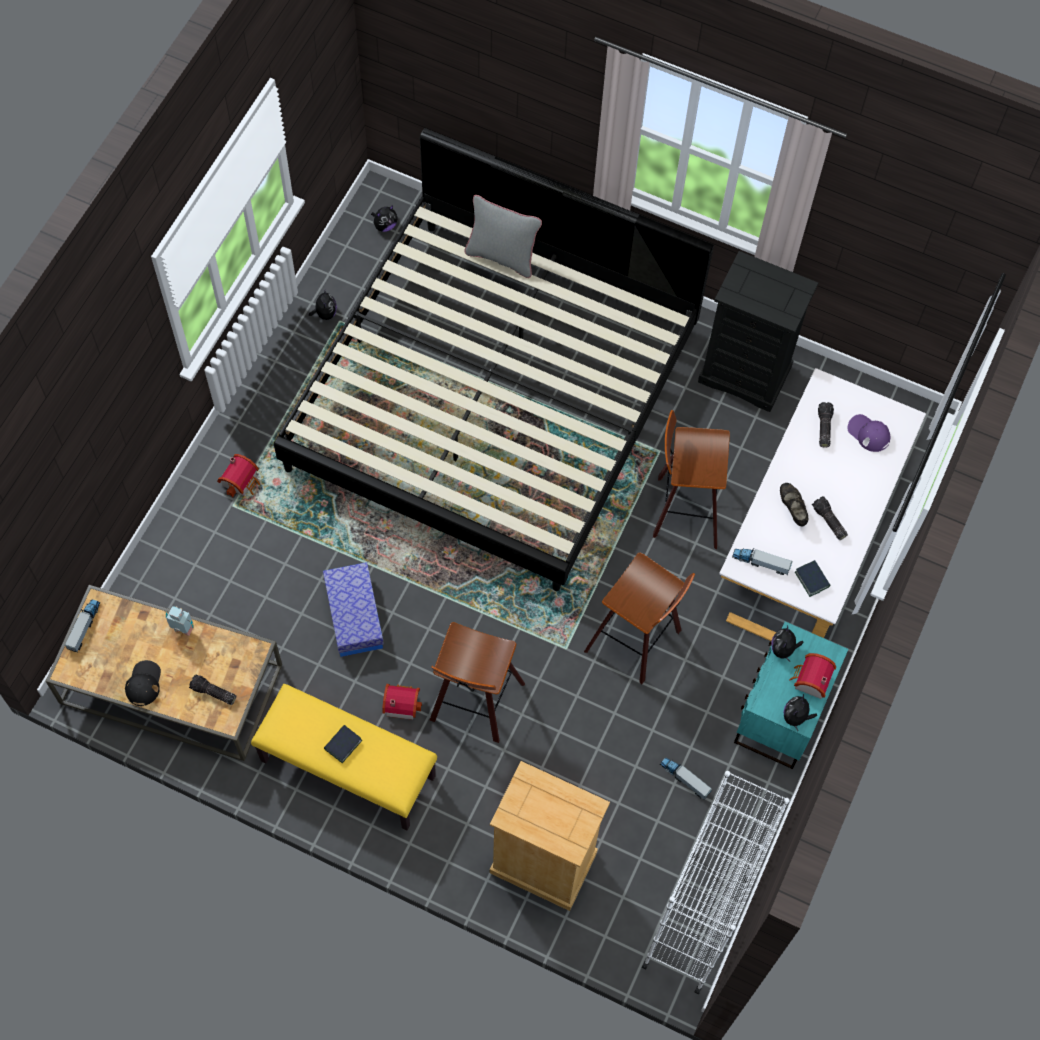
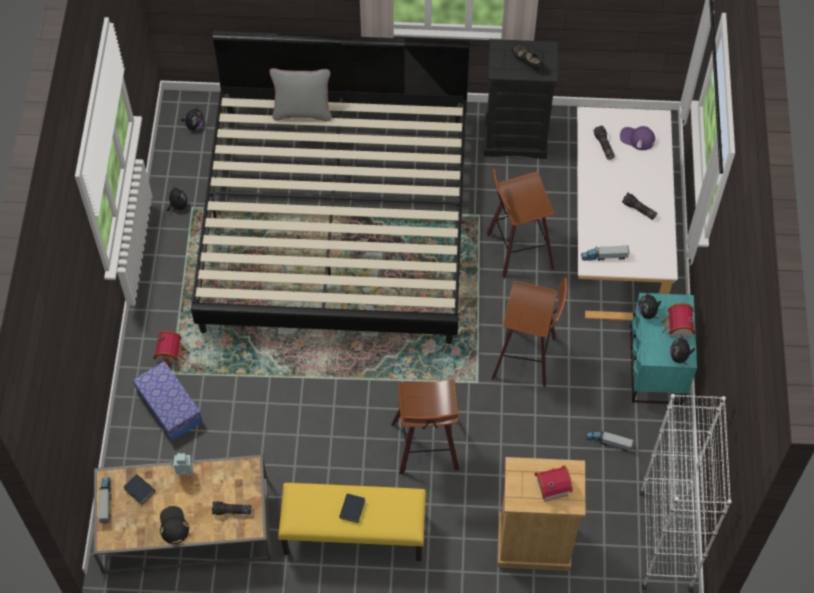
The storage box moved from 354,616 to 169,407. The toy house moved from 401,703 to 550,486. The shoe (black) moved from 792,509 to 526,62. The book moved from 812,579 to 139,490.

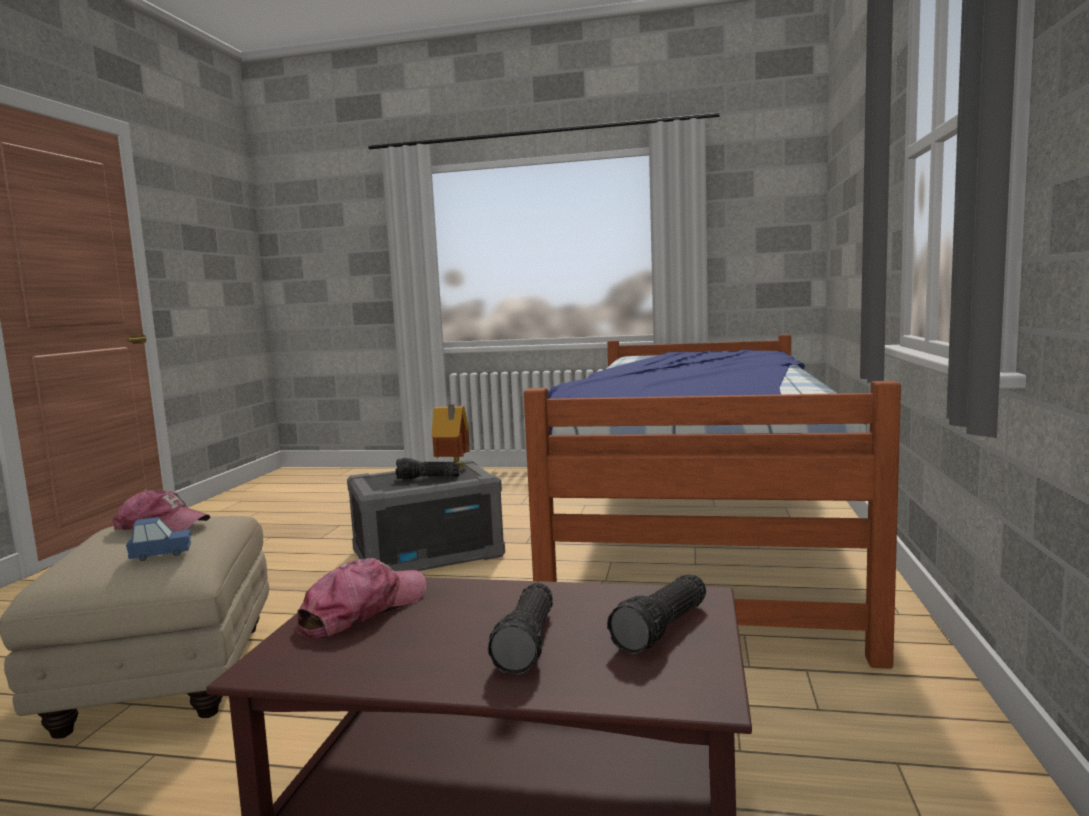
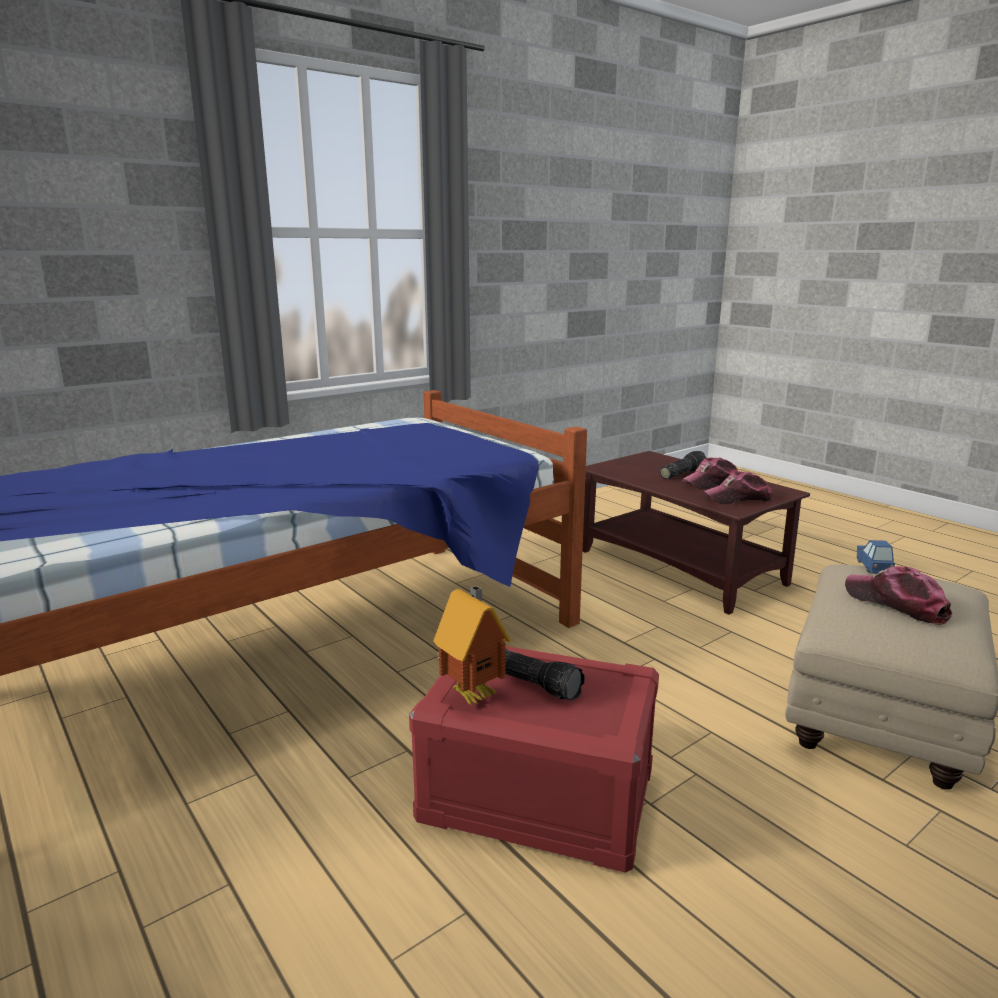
The flashlight at 664,629 disappeared. The cap at 711,483 appeared. The storage box (grey) at 428,554 became the storage box (red) at 536,797. The toy car (blue) at 161,554 turned 75 degrees clockwise.

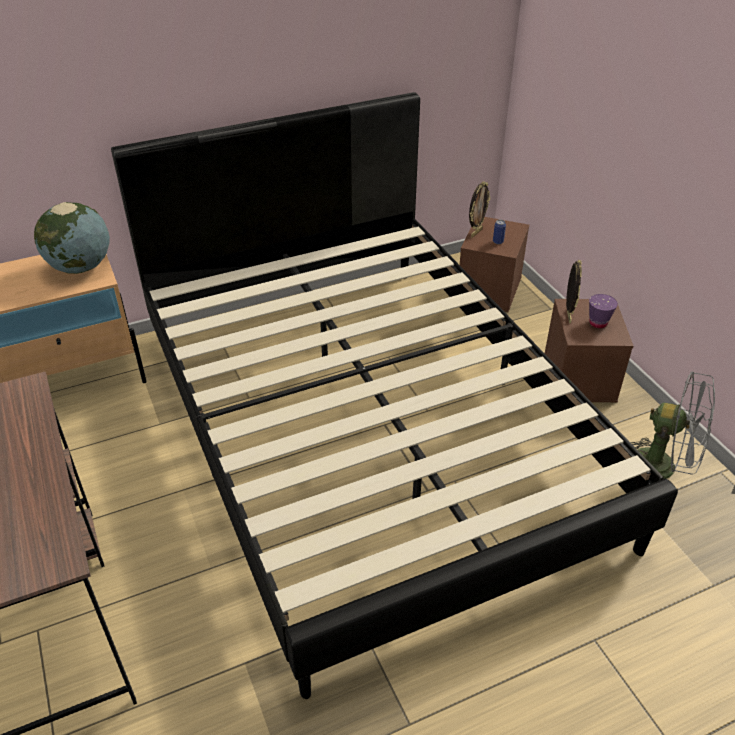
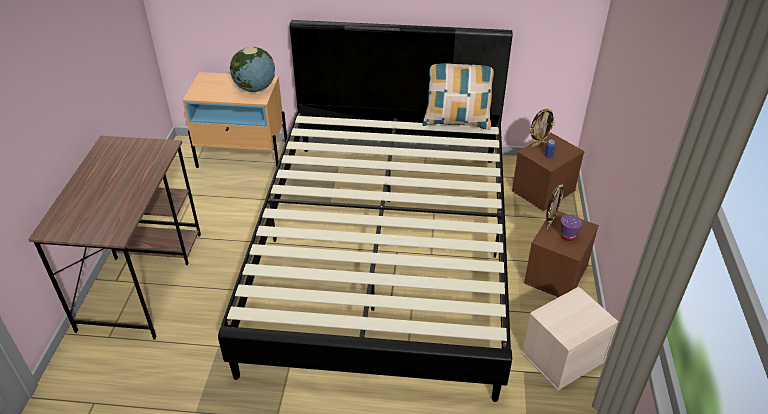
The pillow at 456,122 appeared. The fan (grey) at 663,467 was replaced by the storage box (beige) at 563,356.

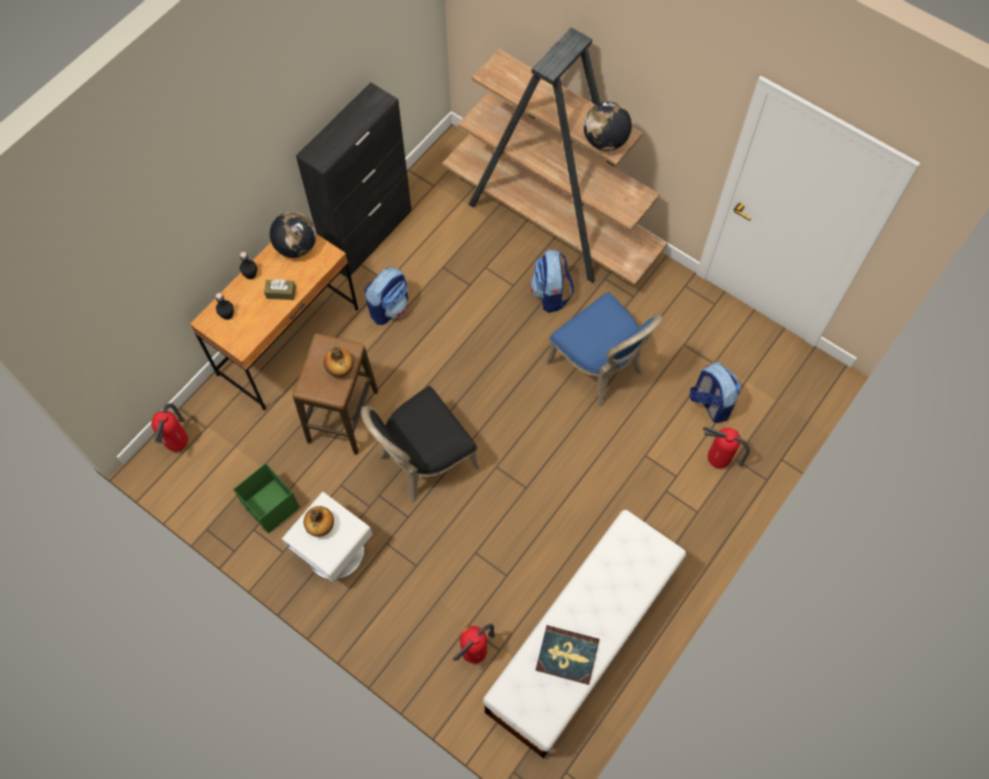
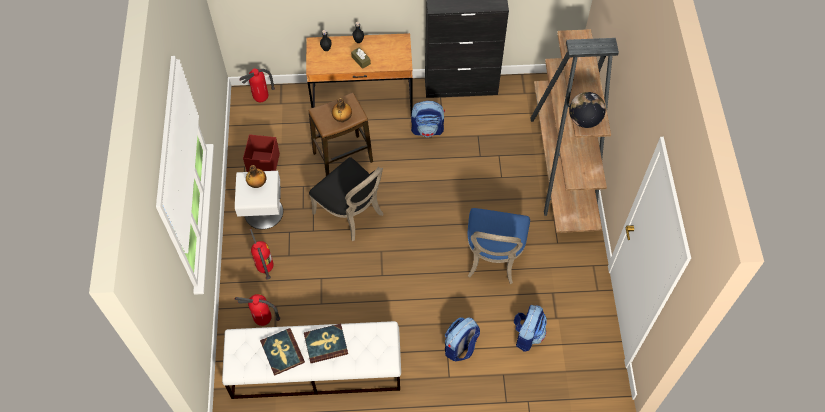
The globe at 296,247 disappeared. The book at 326,344 appeared. The backpack moved from 551,294 to 460,347. The fire extinguisher moved from 717,461 to 265,268. The storage box (green) at 271,507 became the storage box (red) at 263,164. The chair (black) at 423,461 turned 150 degrees counterclockwise.

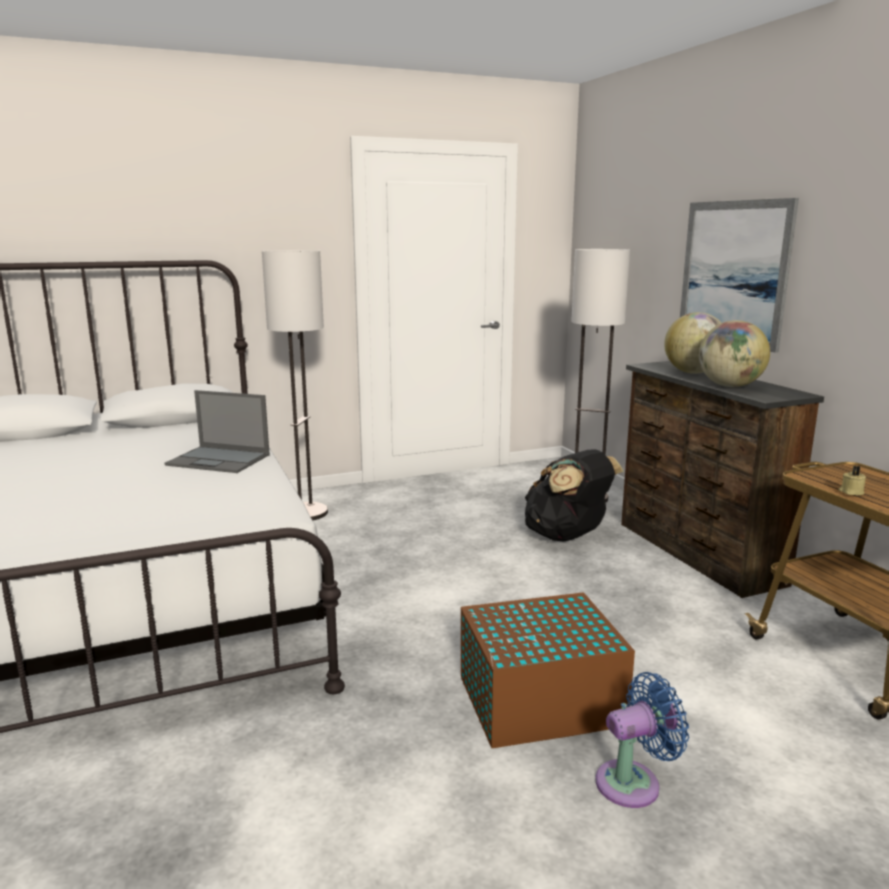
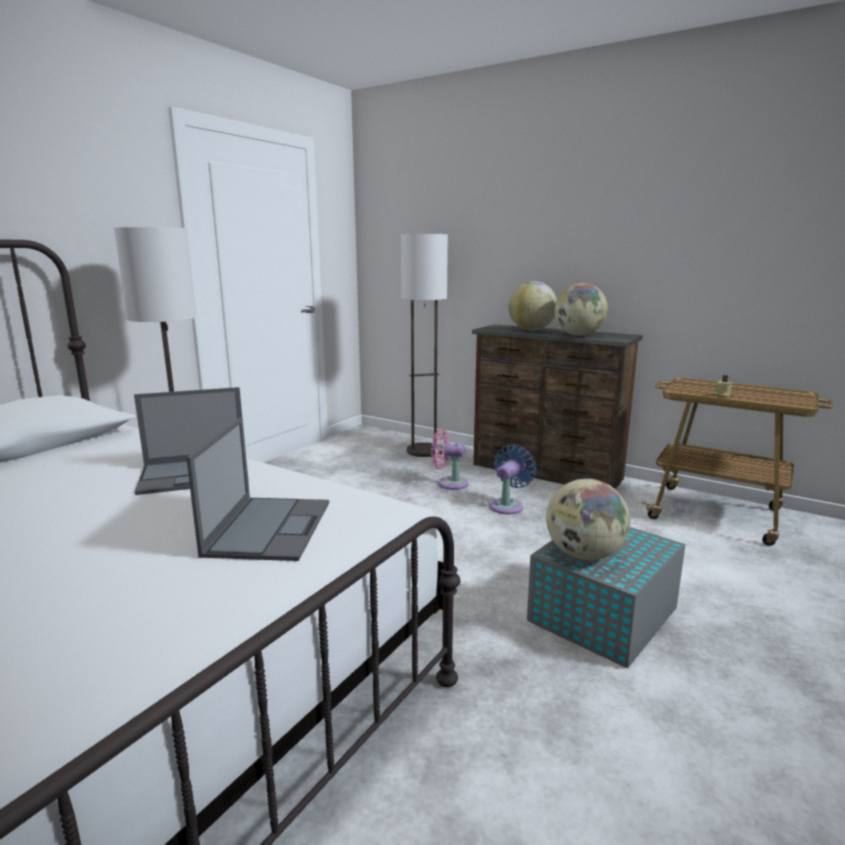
The picture at 733,273 disappeared. The laptop at 269,527 appeared. The globe at 584,555 appeared. The fan (blue) moved from 633,782 to 508,505. The backpack (black) at 567,536 was replaced by the fan (pink) at 449,483. The storage box (brown) at 537,700 became the storage box (grey) at 601,615.

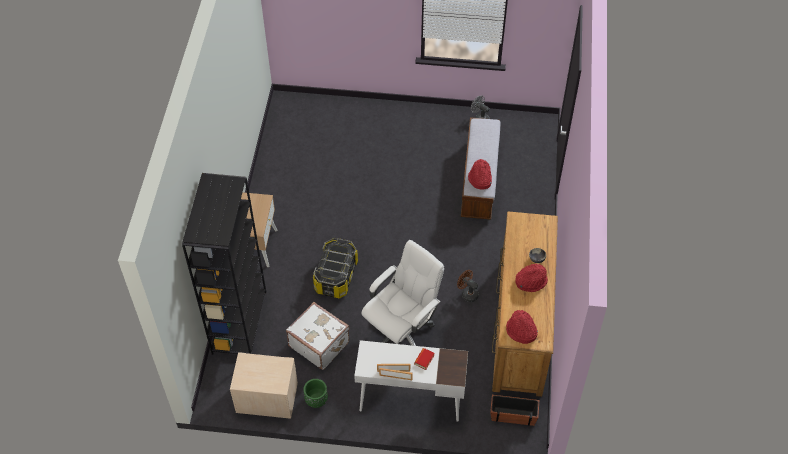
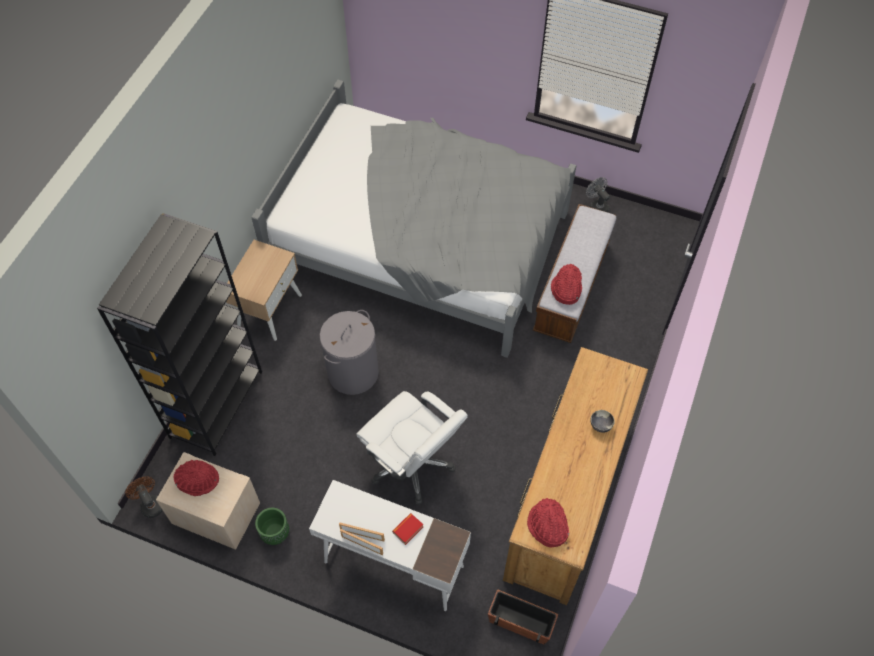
The suitcase (white) at 319,343 disappeared. The bed (grey) at 422,242 appeared. The fan (brown) moved from 467,293 to 150,504. The hat (red) moved from 531,281 to 198,480. The storage box at 335,276 was replaced by the laundry basket (grey) at 353,372. The office chair (white) at 402,330 turned 75 degrees clockwise.

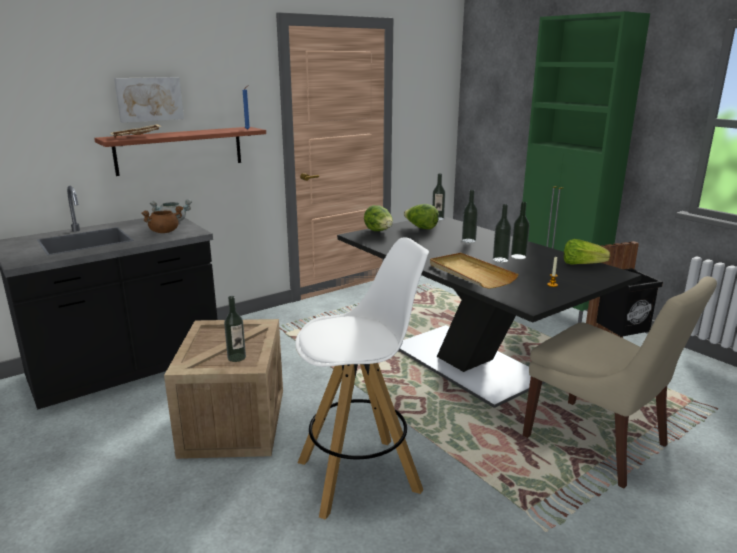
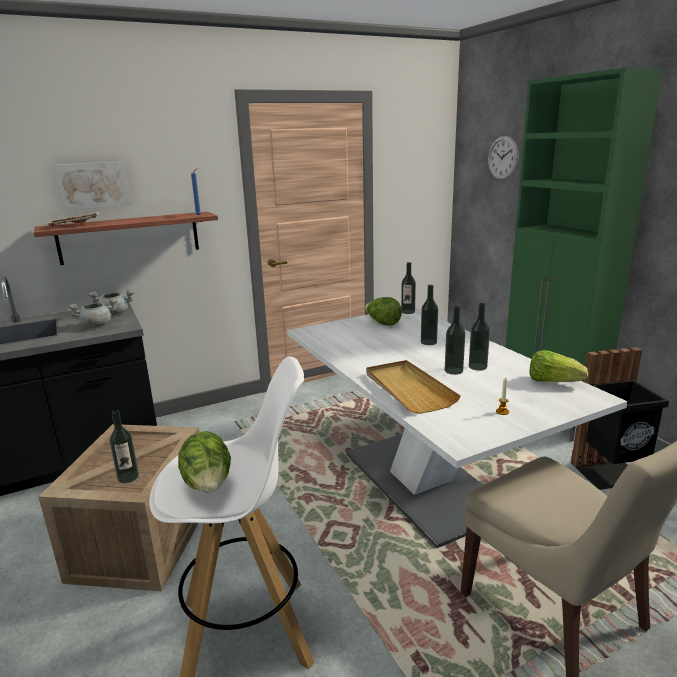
The wall clock at 503,158 appeared. The lettuce moved from 379,231 to 208,486. The cooking pot (brown) at 164,232 became the cooking pot (grey) at 97,325. The dining table (black) at 466,363 became the dining table (white) at 423,482.

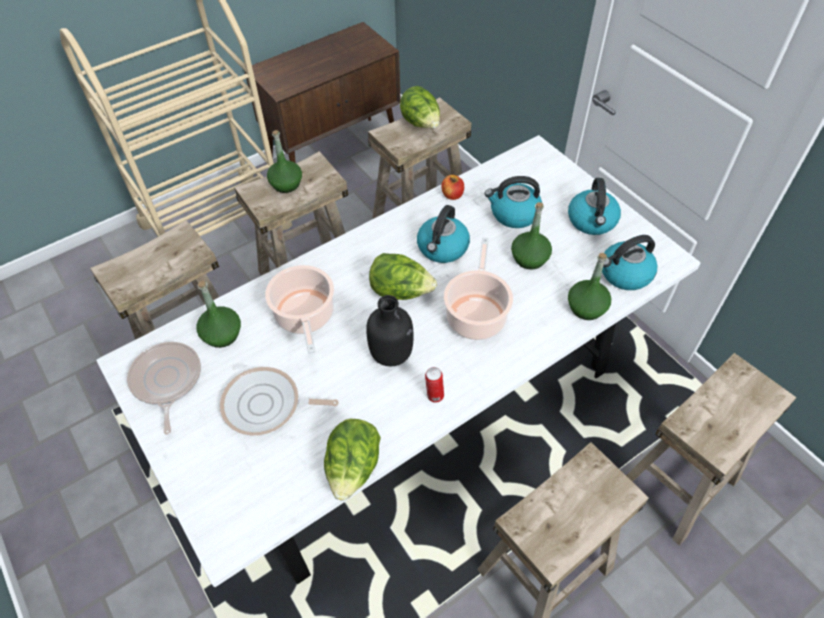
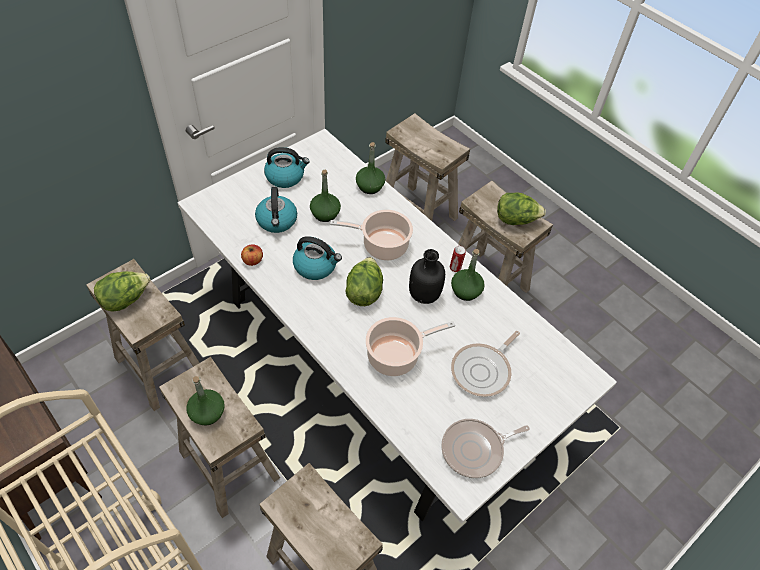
The kettle at 624,274 disappeared. The bottle (green) moved from 222,334 to 466,291. The lettuce moved from 353,468 to 516,220. The frying pan at 266,406 turned 45 degrees clockwise.

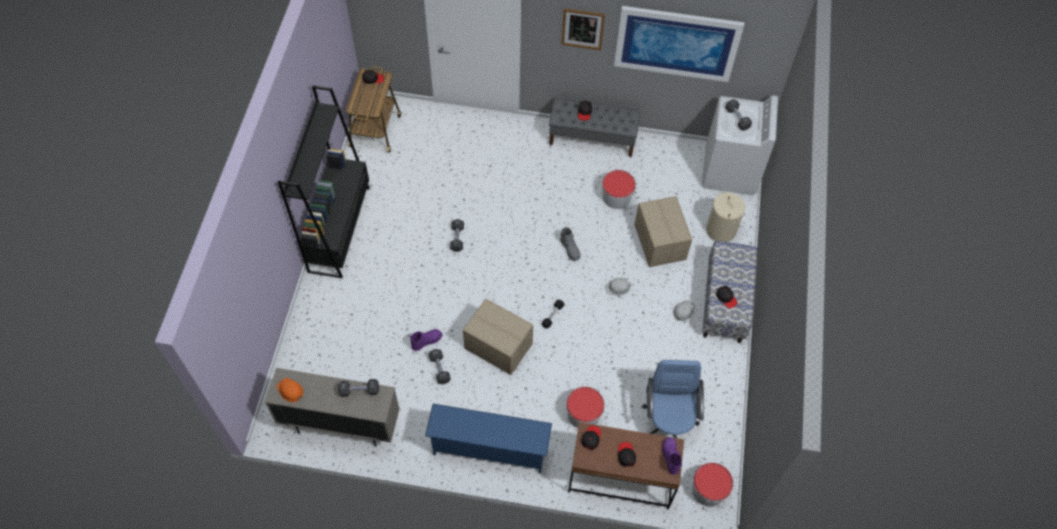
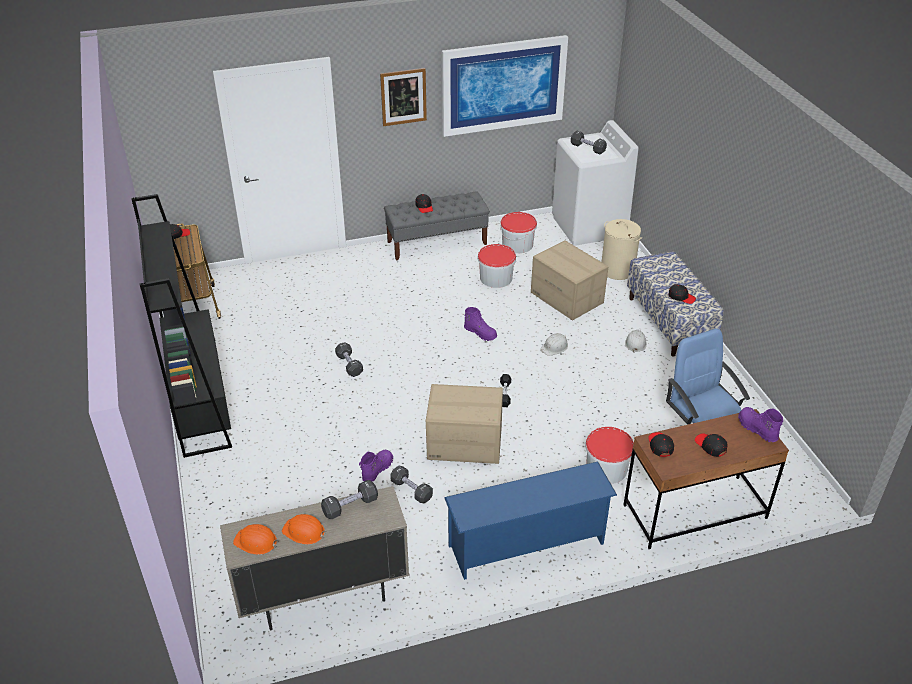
The hard hat (orange) at 304,532 appeared. The bucket moved from 708,490 to 517,244. The boot (grey) at 570,249 became the boot (purple) at 480,333.

